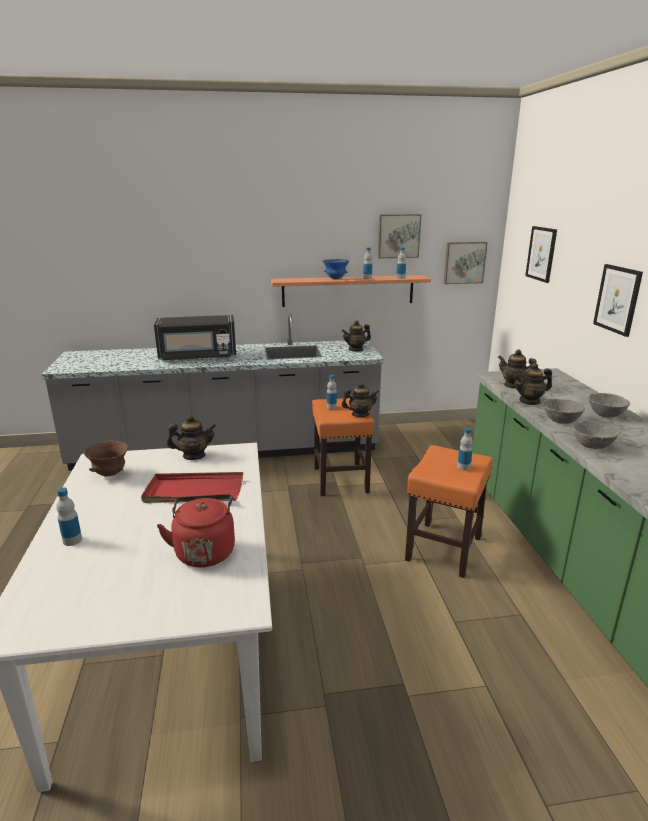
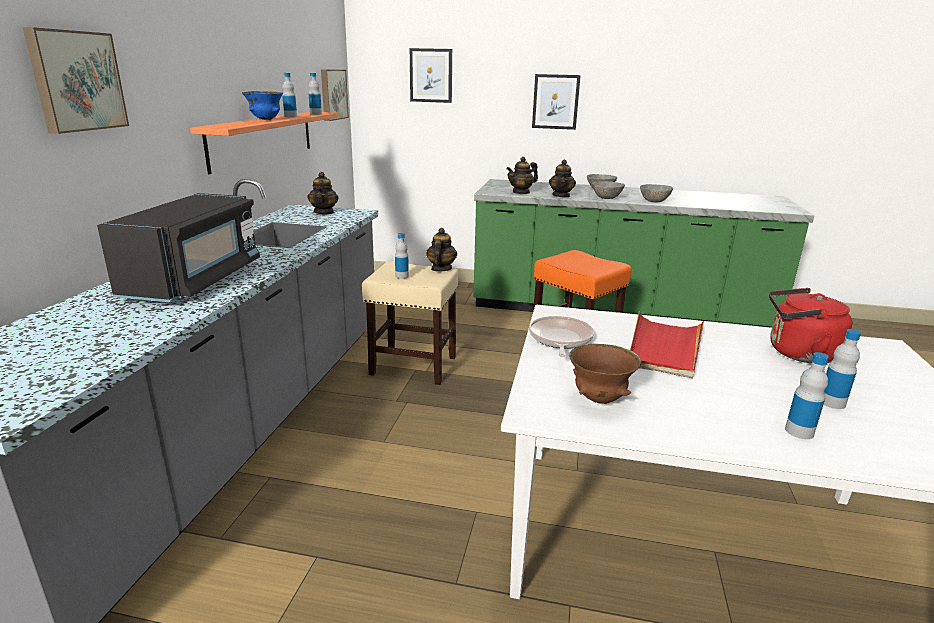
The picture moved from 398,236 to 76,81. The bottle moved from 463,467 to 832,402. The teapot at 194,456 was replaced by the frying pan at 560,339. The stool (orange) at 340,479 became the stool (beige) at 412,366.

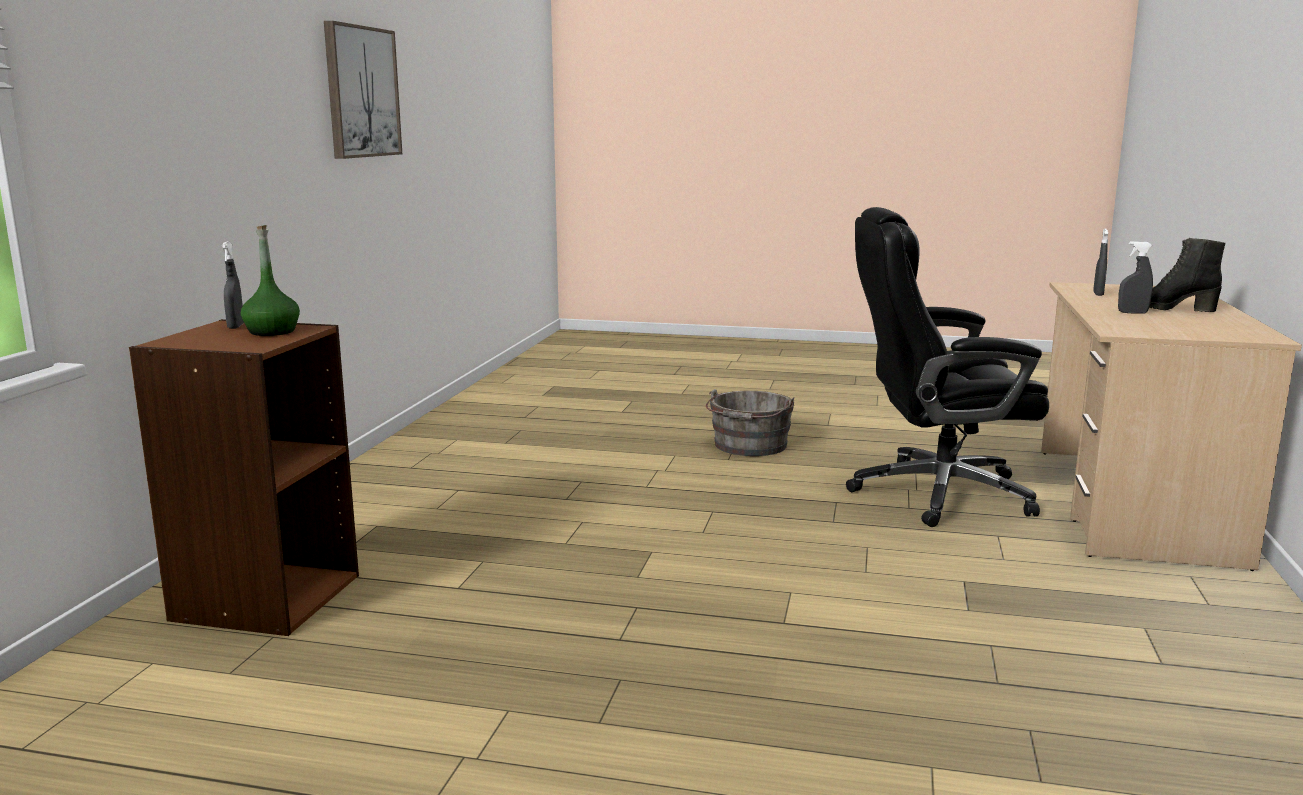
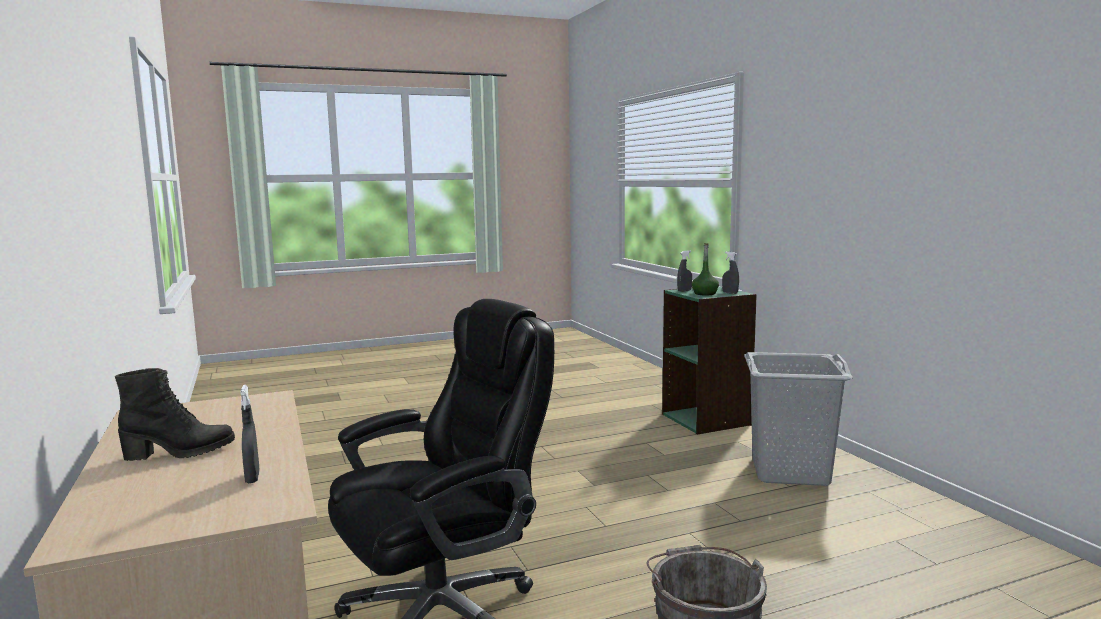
The picture at 361,92 disappeared. The laundry basket (grey) at 790,472 appeared. The spray bottle (grey) moved from 1132,312 to 684,291. The bookcase (brown) at 265,597 became the bookcase (green) at 706,419.

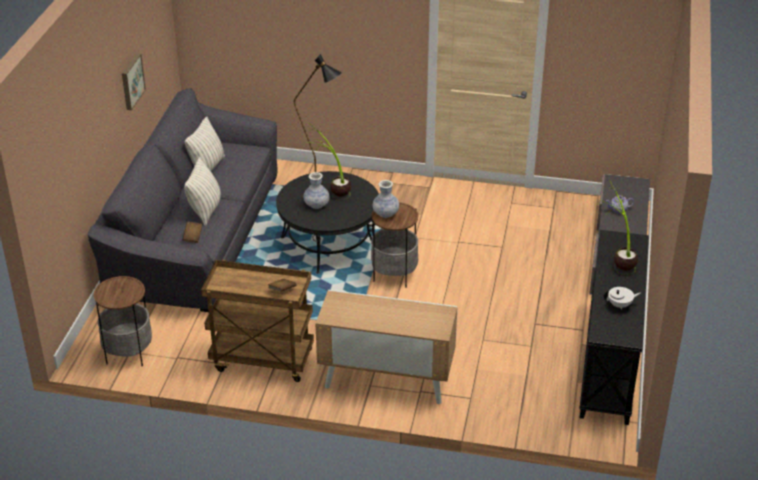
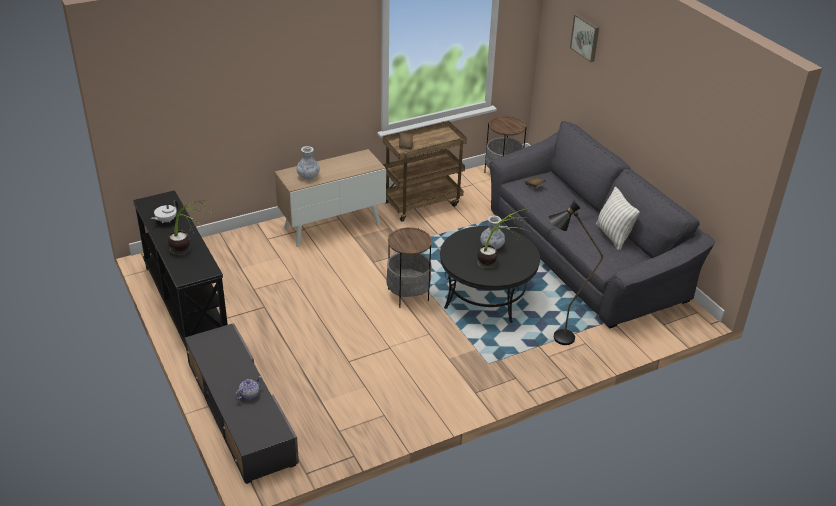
The pillow at 205,210 disappeared. The picture moved from 131,81 to 586,37. The vase moved from 385,213 to 308,176.

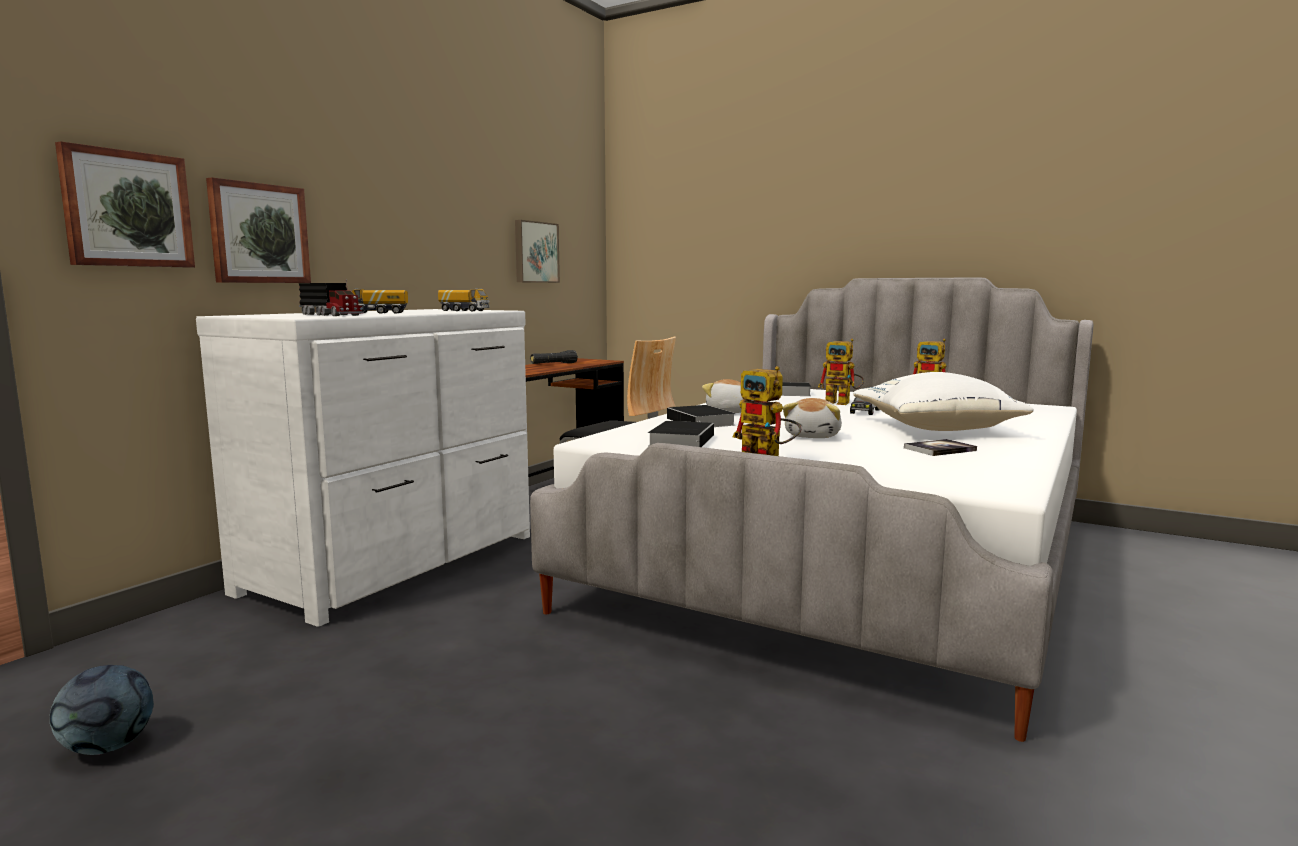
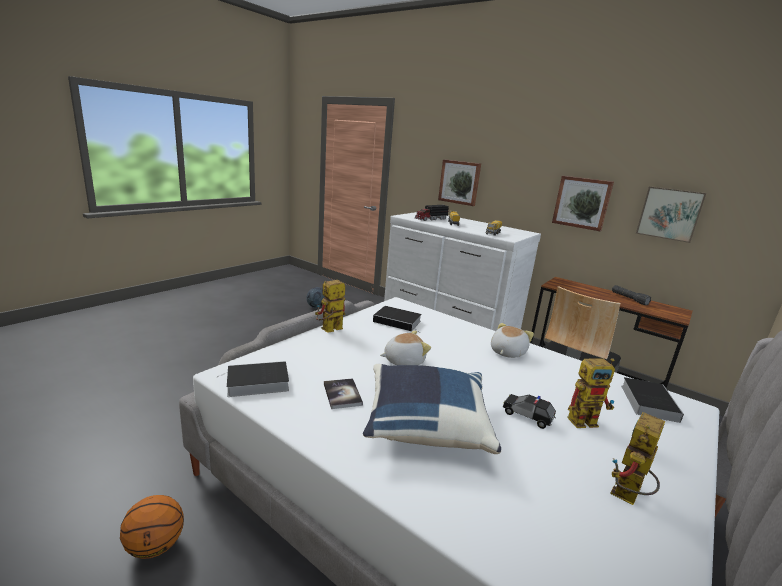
The basketball at 155,546 appeared. The picture moved from 127,209 to 582,202. The book moved from 702,422 to 256,383. The pillow (white) at 936,429 became the pillow (blue) at 425,424. The plush toy at 814,436 turned 135 degrees clockwise. The toy robot at 843,403 turned 135 degrees counterclockwise.

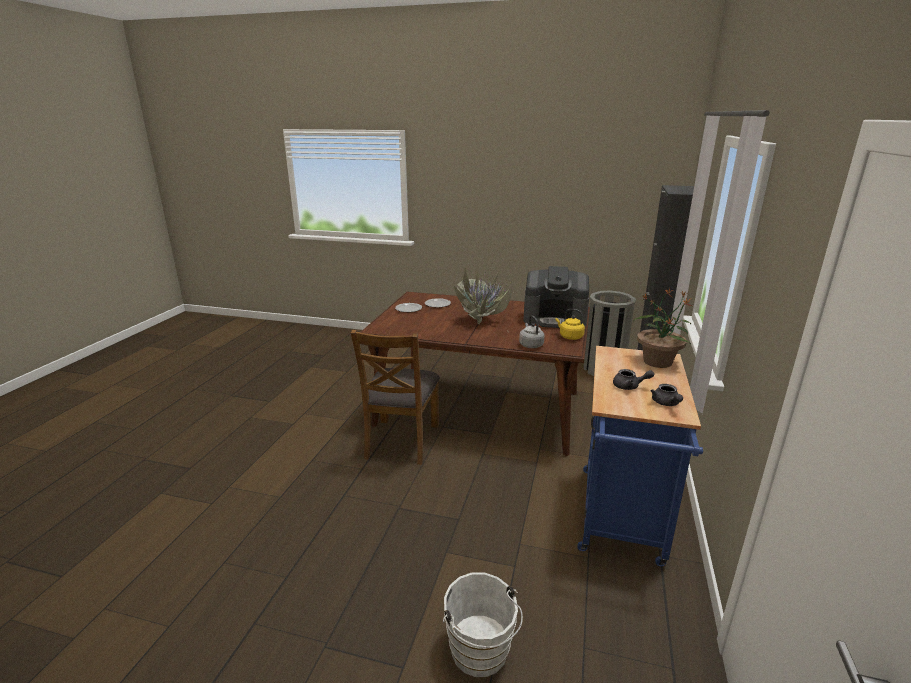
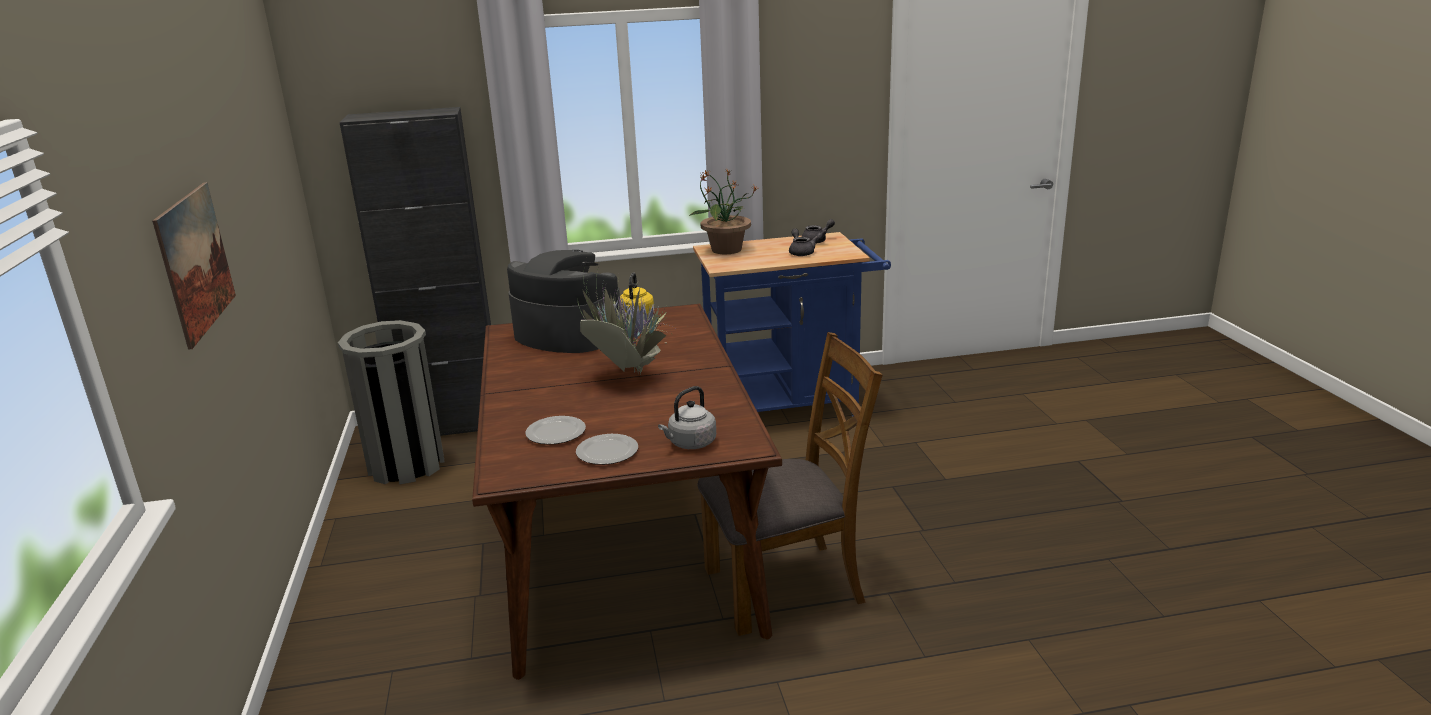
The bucket (white) at 481,654 disappeared. The picture at 196,262 appeared. The kettle (grey) moved from 530,345 to 690,443. The coffee machine at 555,318 turned 45 degrees counterclockwise.

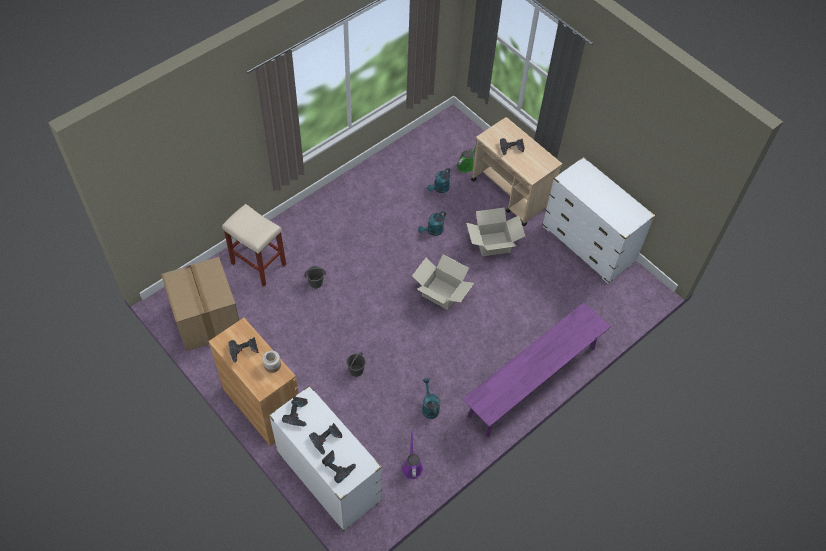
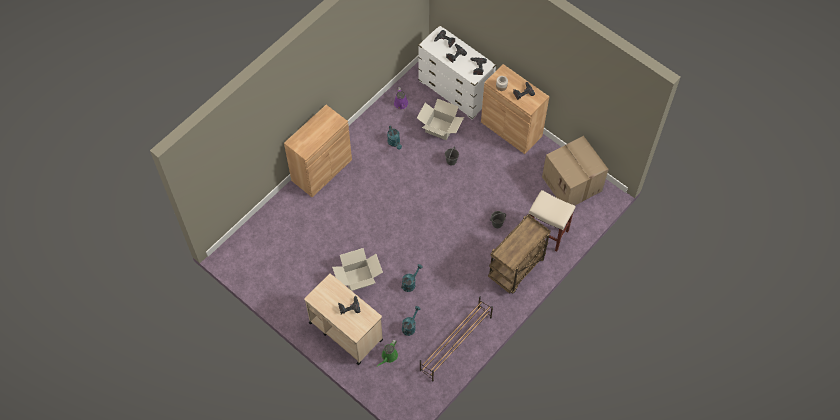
The dresser (white) at 588,245 disappeared. The shoe rack (brown) at 455,343 appeared. The cart (brown) at 516,269 appeared. The cardboard box moved from 441,293 to 440,128. The bench (purple) at 532,381 was replaced by the cabinet (brown) at 321,170.

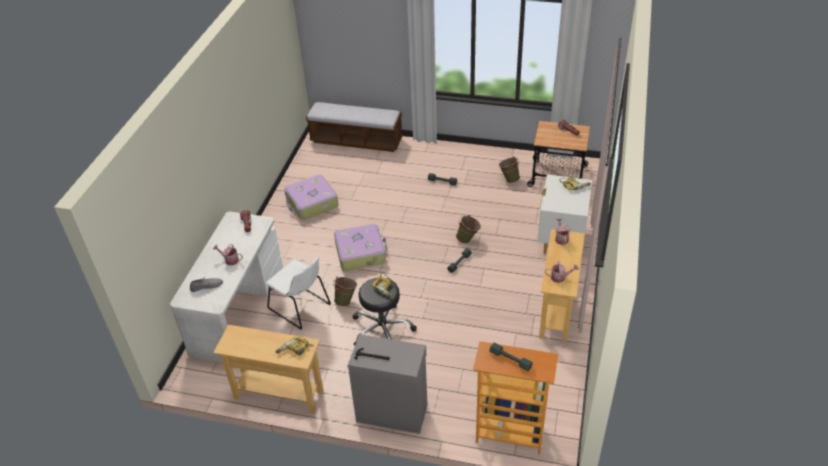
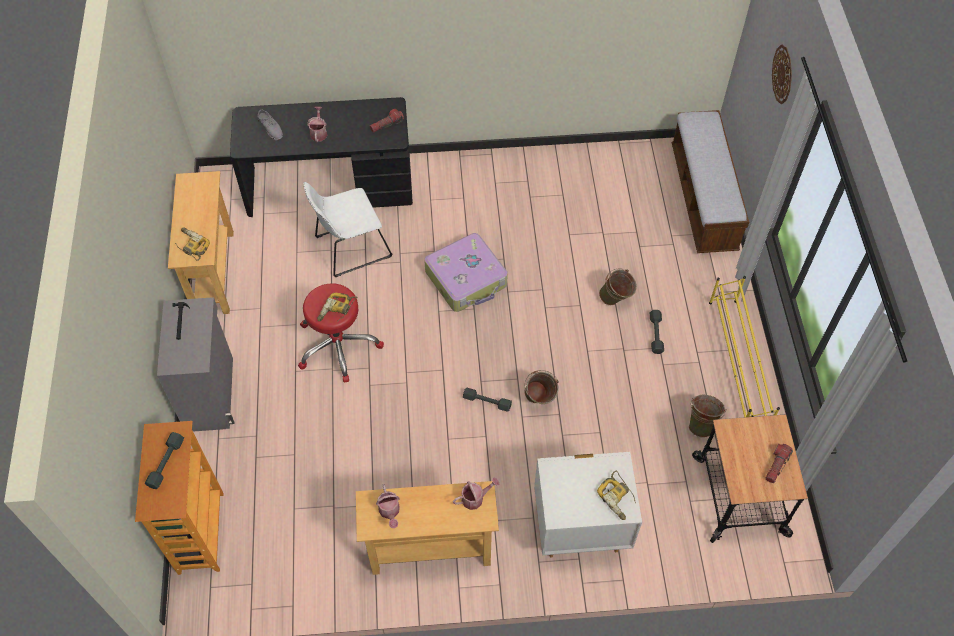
The suitcase at 311,203 disappeared. The shoe rack (yellow) at 737,365 appeared. The wall clock at 782,74 appeared. The bucket (green) moved from 346,300 to 616,300. The desk (white) at 237,309 became the desk (black) at 330,186. The stool (black) at 382,329 became the stool (red) at 337,345. The chair (white) at 301,308 turned 45 degrees clockwise.

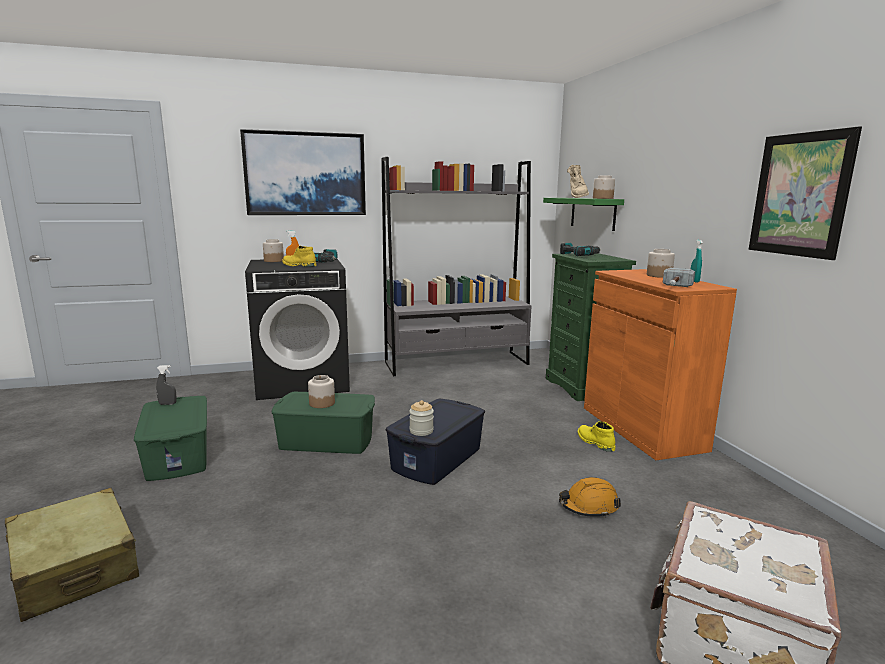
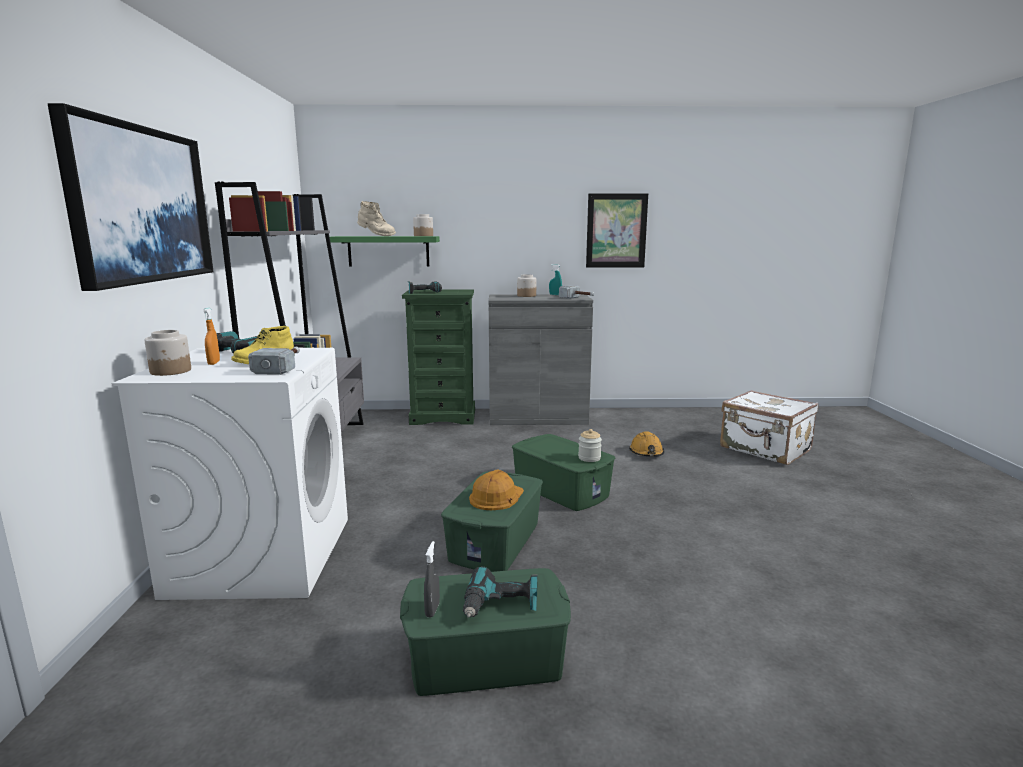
The suitcase (beige) at 75,567 disappeared. The boot (yellow) at 594,442 disappeared. The hammer at 283,367 appeared. The power drill at 501,605 appeared. The jar at 322,403 was replaced by the hard hat (orange) at 496,496. The washing machine (black) at 303,381 became the washing machine (white) at 262,555. The storage box (blue) at 437,458 became the storage box (green) at 561,489. The cabinet (orange) at 642,428 became the cabinet (grey) at 537,417.

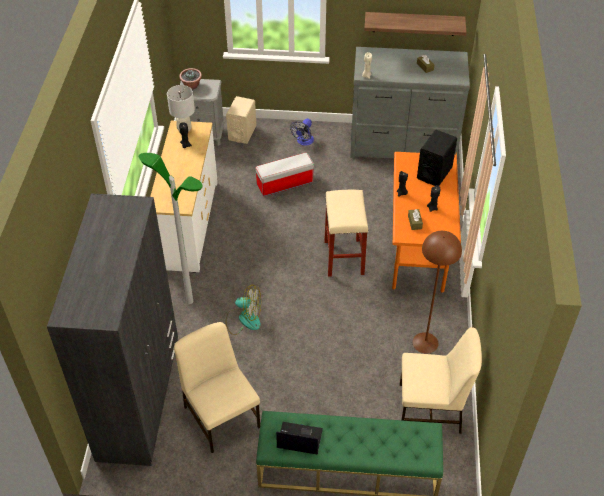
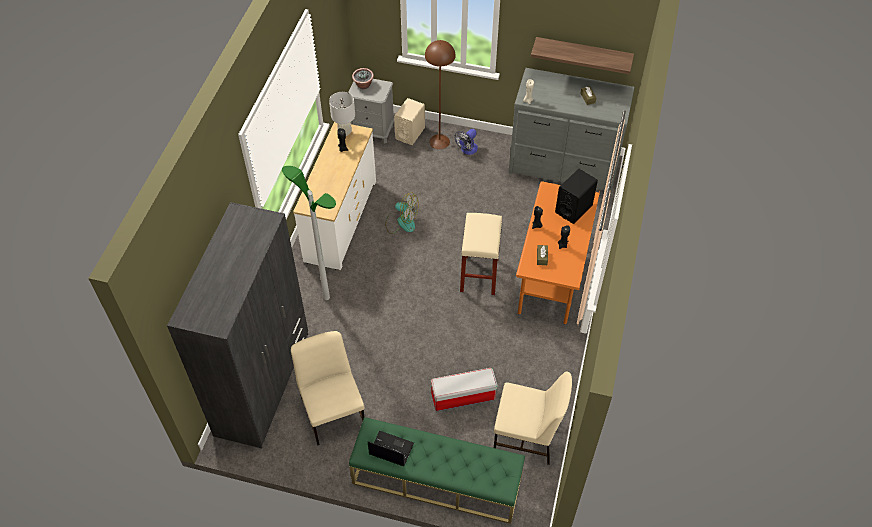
The fan moved from 244,319 to 401,222. The storage box moved from 284,184 to 462,397. The floor lamp (brown) moved from 425,343 to 439,141.

